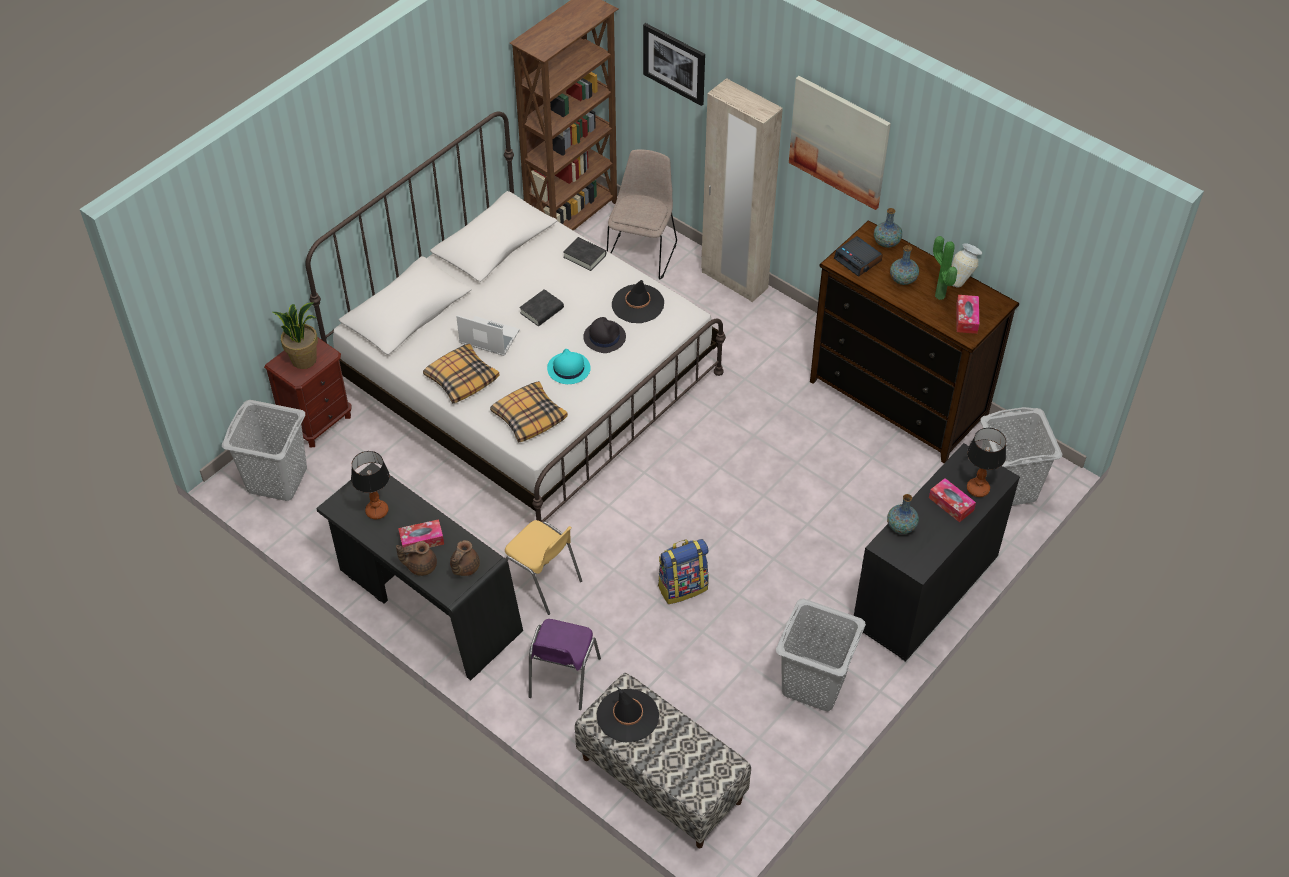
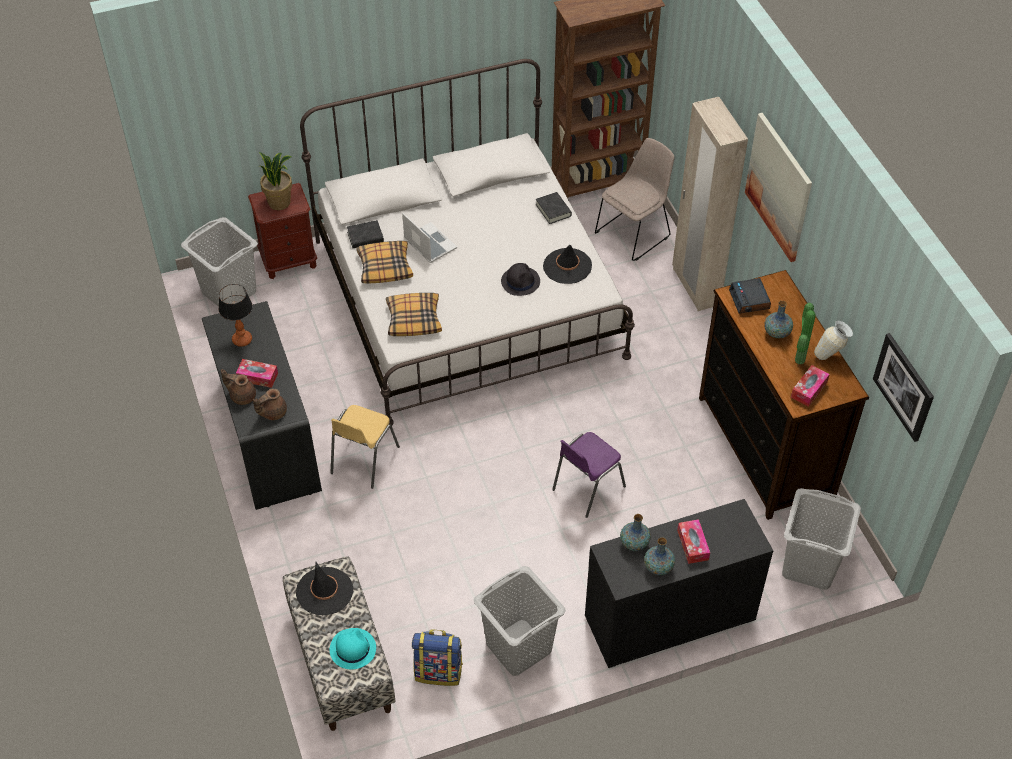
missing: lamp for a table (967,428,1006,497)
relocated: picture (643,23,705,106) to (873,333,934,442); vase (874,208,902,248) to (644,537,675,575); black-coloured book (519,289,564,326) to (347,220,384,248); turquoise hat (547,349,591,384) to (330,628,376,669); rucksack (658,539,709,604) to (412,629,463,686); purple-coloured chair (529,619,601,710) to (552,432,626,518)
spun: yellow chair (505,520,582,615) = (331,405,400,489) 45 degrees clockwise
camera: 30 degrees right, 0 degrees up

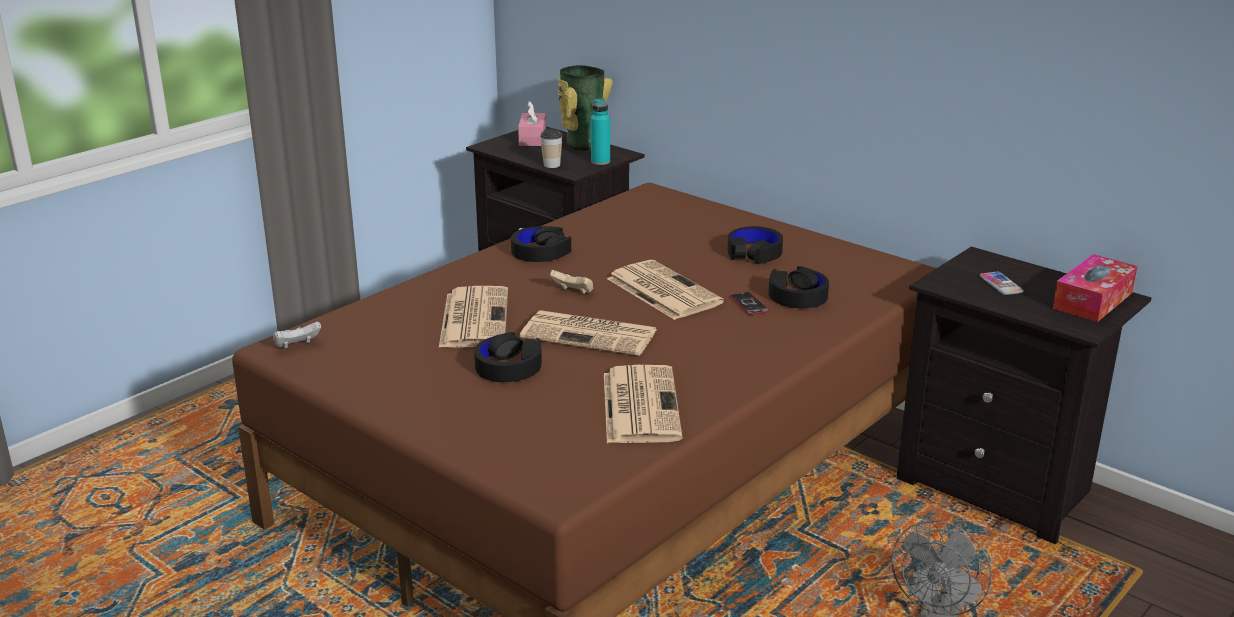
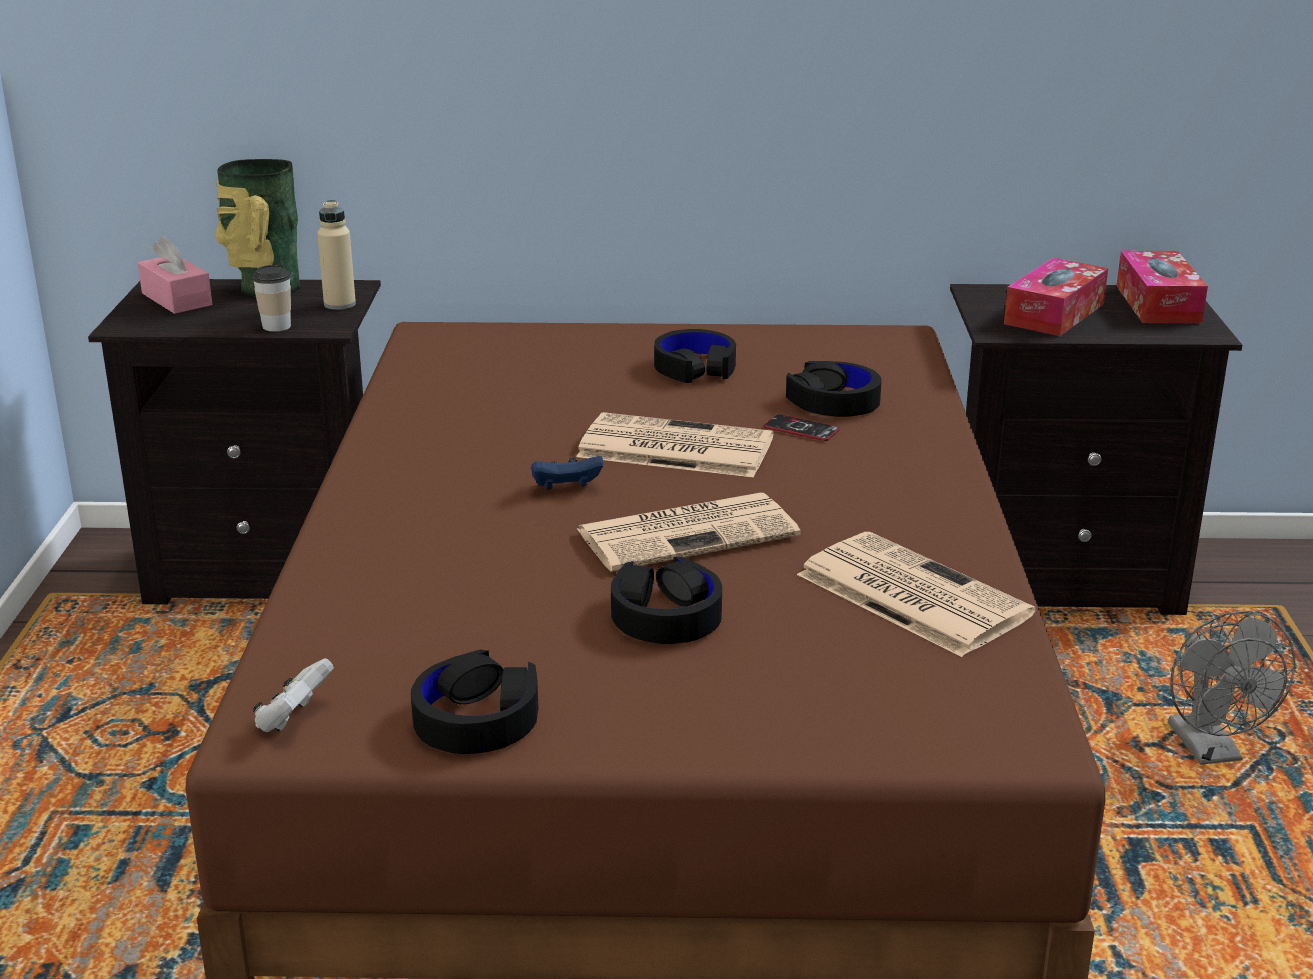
missing: printed paper (439,286,508,347)
relocated: black-coloured pair of headphones (511,226,571,262) to (411,650,538,754)
exchanged: handset (980,272,1024,295) to tissue holder (1004,258,1108,336)
colour: turquoise drink bottle (591,98,610,165) to beige-coloured drink bottle (317,200,356,310); beige-coloured joypad (550,270,593,294) to bluish joypad (531,456,603,490)
camera: 40 degrees left, 0 degrees up

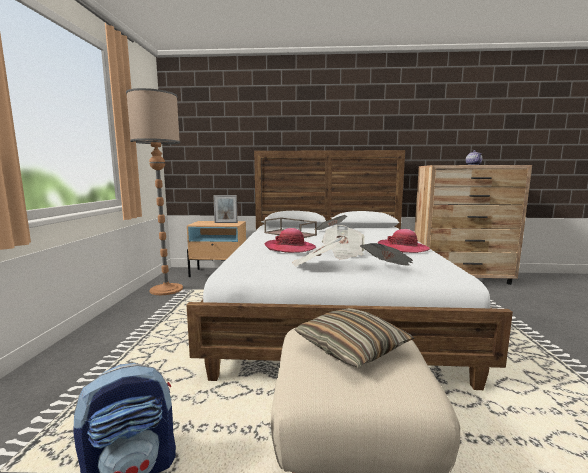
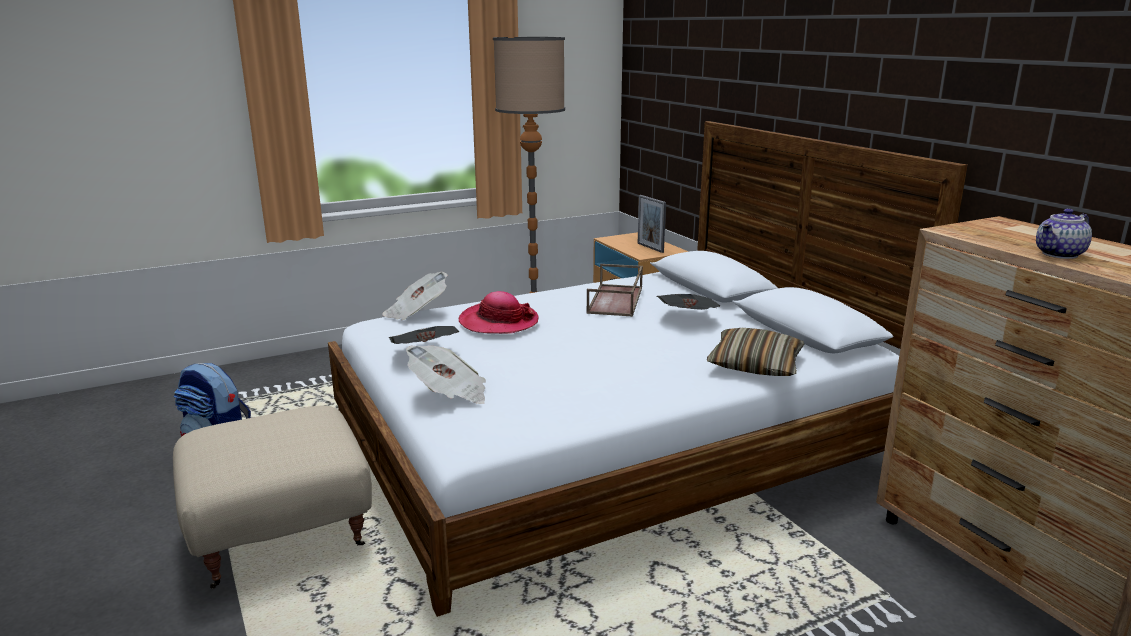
missing: hat (378,229,430,253)
relocated: printed paper (322,225,365,259) to (383,272,448,320); pillow (294,308,414,368) to (707,328,804,376)
camera: 60 degrees right, 10 degrees up

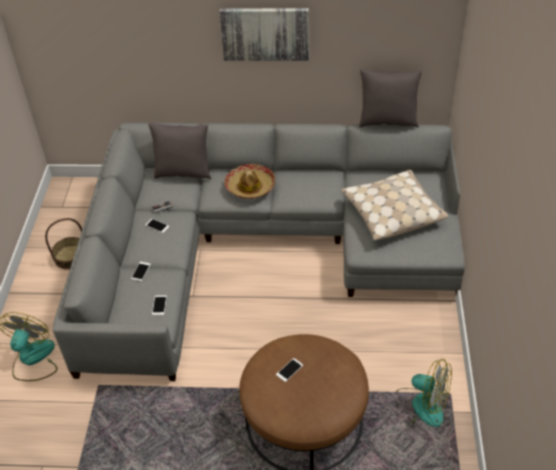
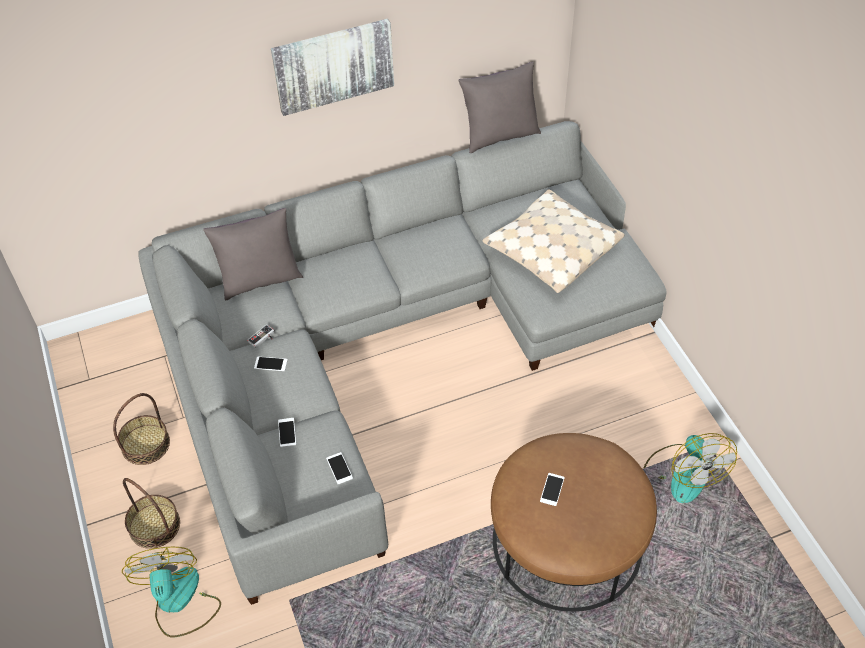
missing: hat (224,164,275,199)
appeared: household basket (123,478,180,549)
spun: electric fan (396,359,452,427) = (643,433,737,503) 75 degrees clockwise
camera: 25 degrees left, 5 degrees up

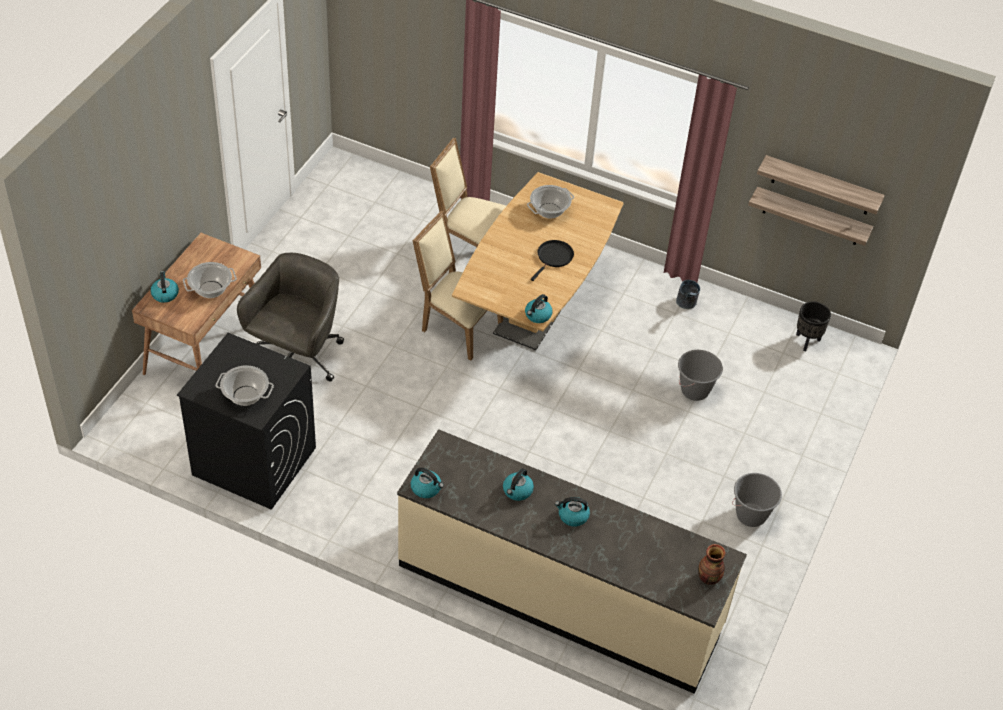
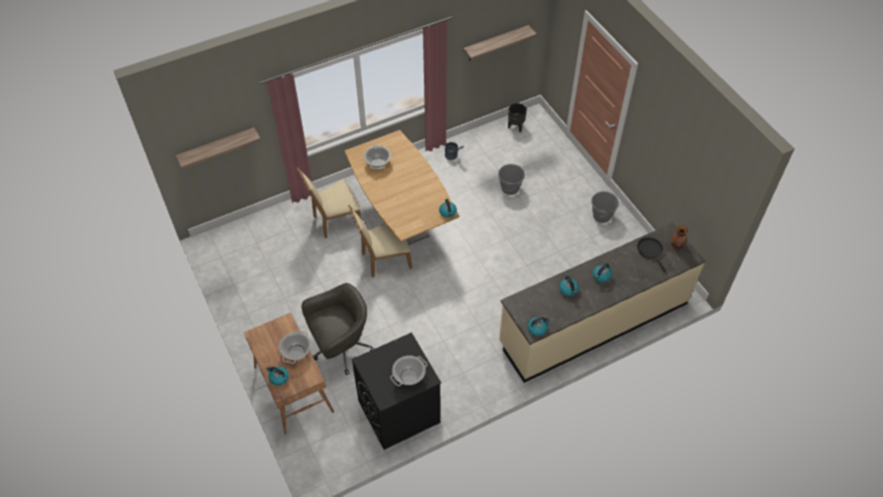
relocated: bracket shelf (748,187,873,246) to (176,128,261,169); black-coloured frying pan (531,240,574,281) to (637,237,666,273)
spun: gray office chair (237,253,344,382) = (301,283,374,375) 90 degrees clockwise
camera: 50 degrees left, 5 degrees up

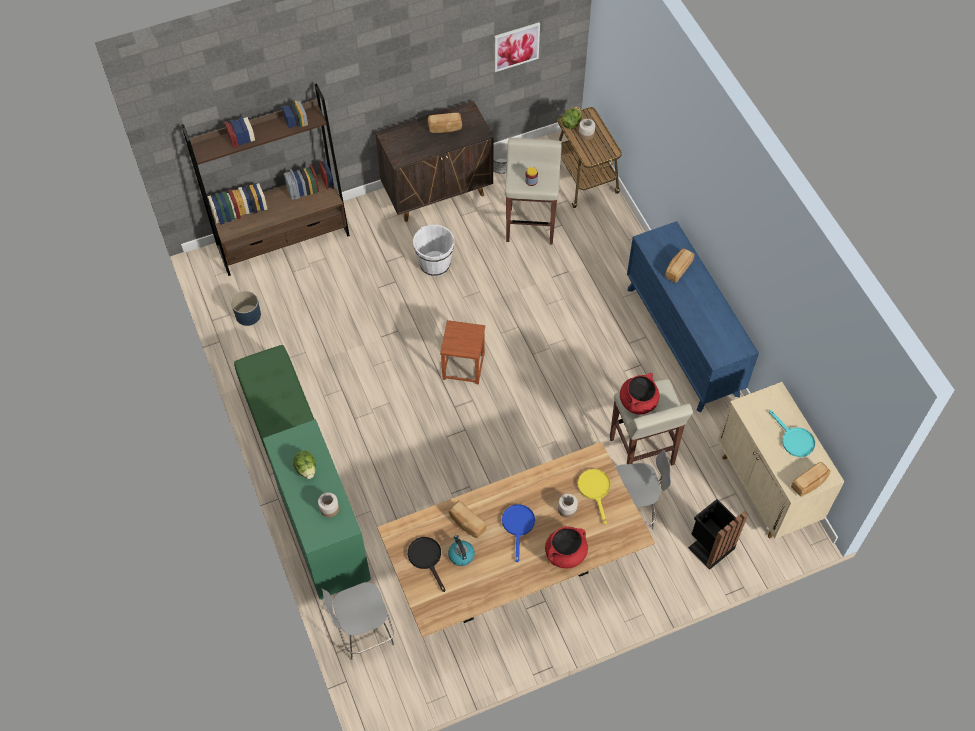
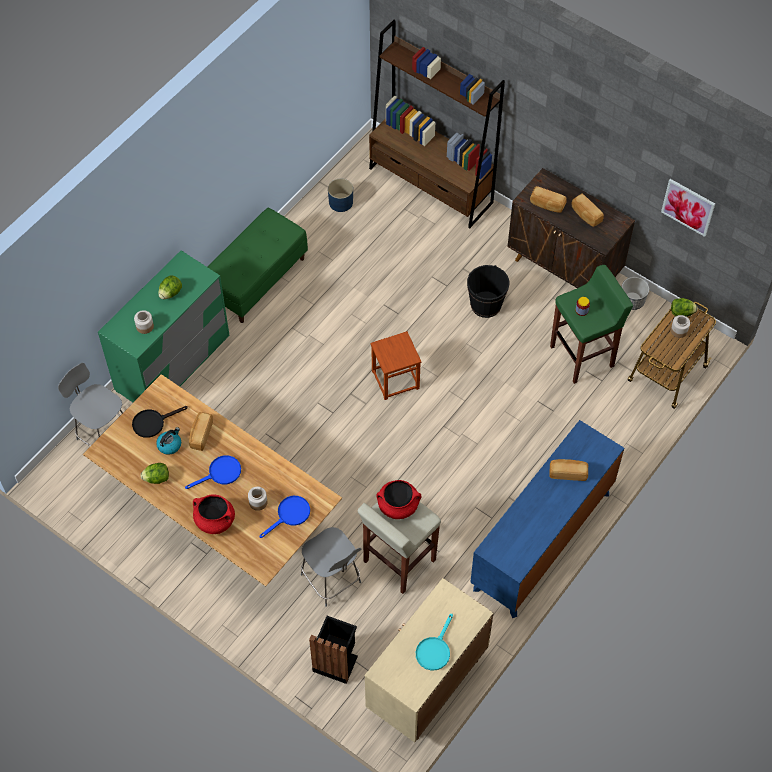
appeared: head of lettuce (141,463,169,484)
relocated: baked bread (791,462,830,497) to (530,186,567,213)
colour: beige-coloured stool (505,138,562,245) to green stool (550,265,633,384); white-coloured bucket (413,225,454,276) to black-coloured bucket (467,265,509,318); yellow frying pan (578,469,611,525) to bluish frying pan (260,496,310,538)
spun: black-coloured frying pan (408,537,445,592) = (132,406,188,438) 150 degrees counterclockwise
camera: 60 degrees right, 0 degrees up

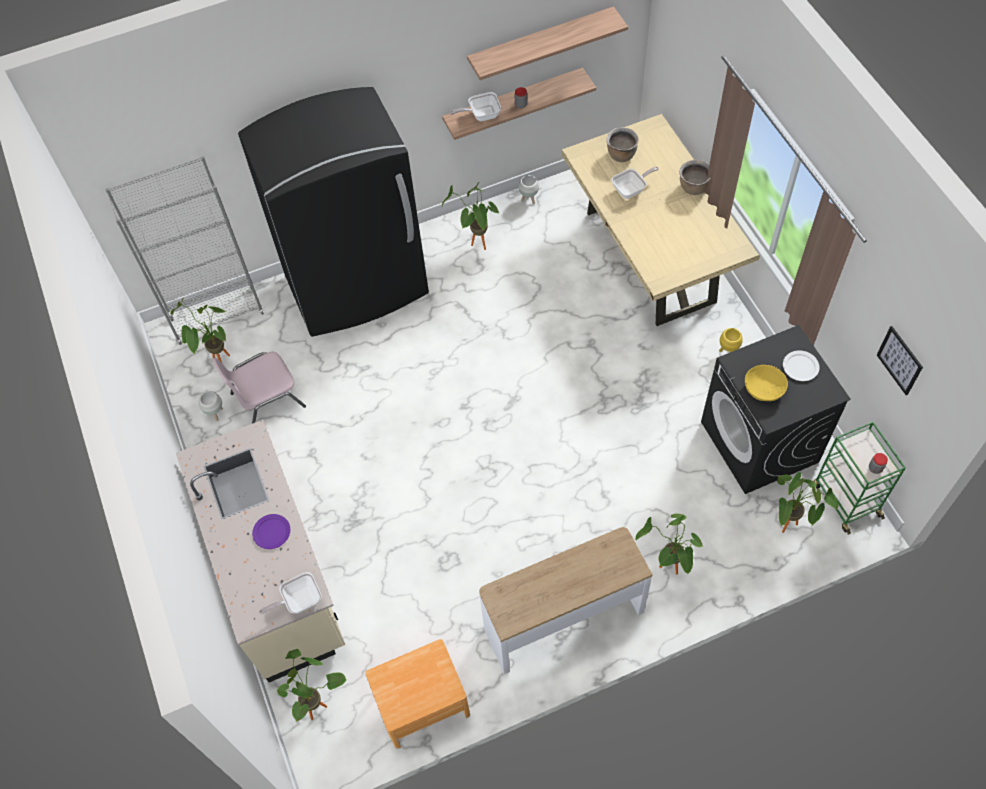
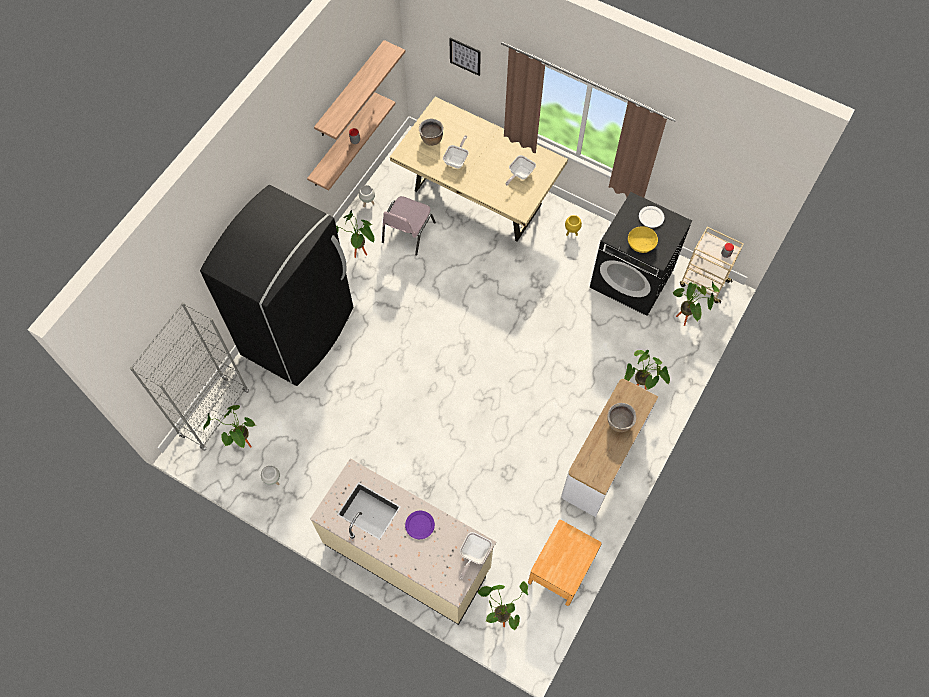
relocated: frying pan (450,92,501,121) to (505,155,536,186); brownish cooking pot (679,160,710,195) to (607,403,636,432); picture (877,326,923,395) to (449,38,481,76); pink chair (212,352,306,423) to (382,196,436,256)
colour: green cart (814,421,906,535) to beige-coloured cart (680,227,744,304)
camera: 40 degrees left, 5 degrees up

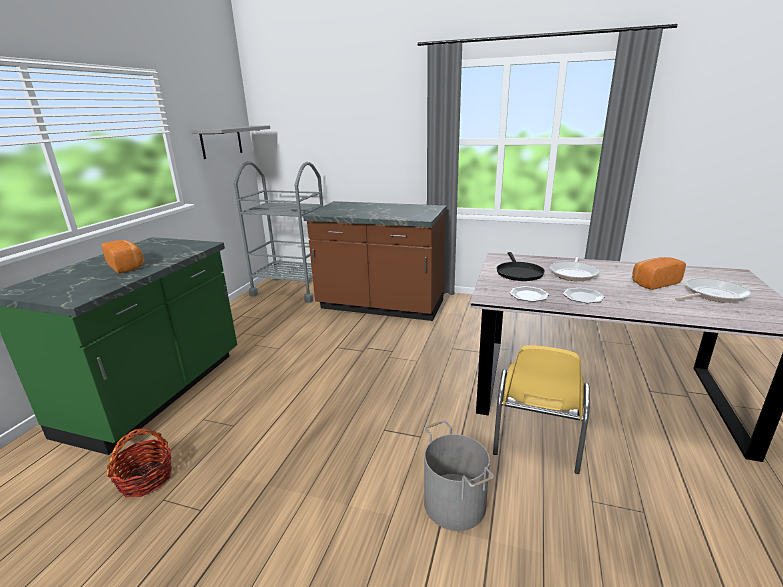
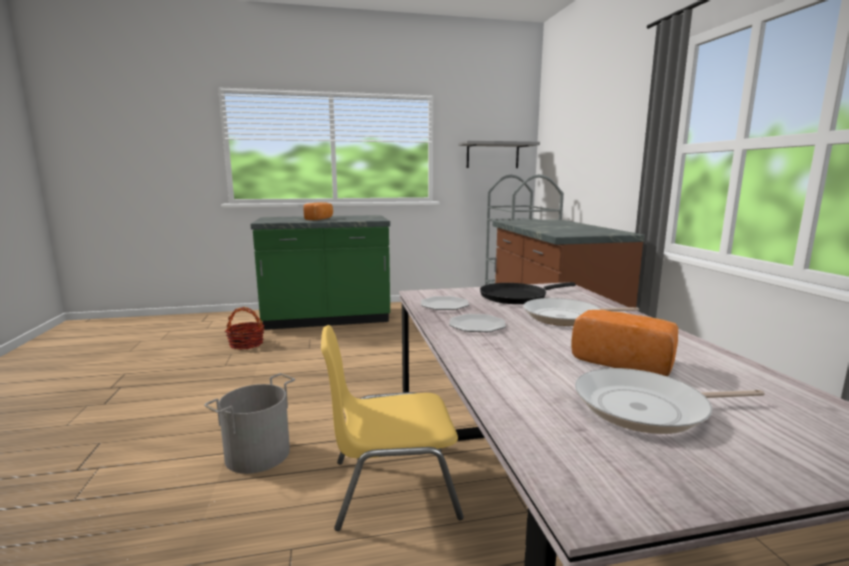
spun: frying pan (675,278,751,303) = (575,368,765,434) 135 degrees clockwise
camera: 60 degrees right, 10 degrees down

